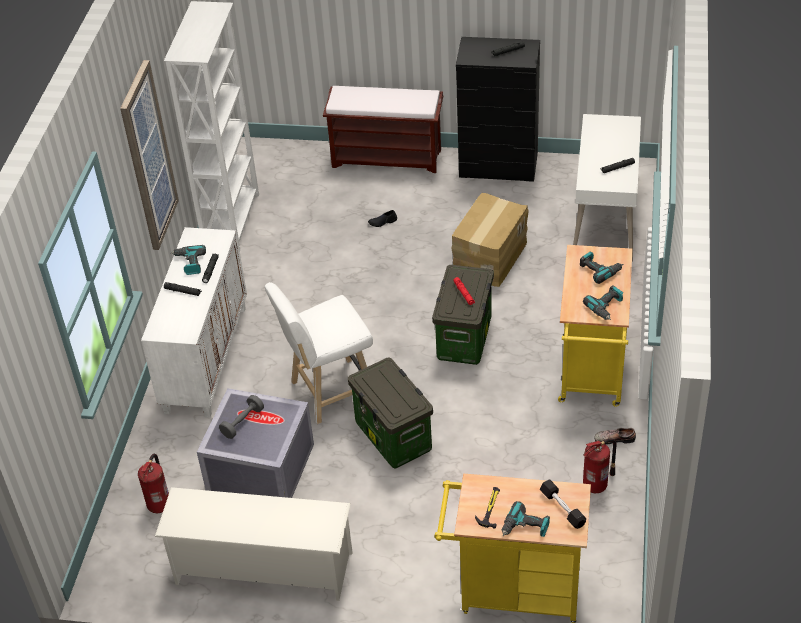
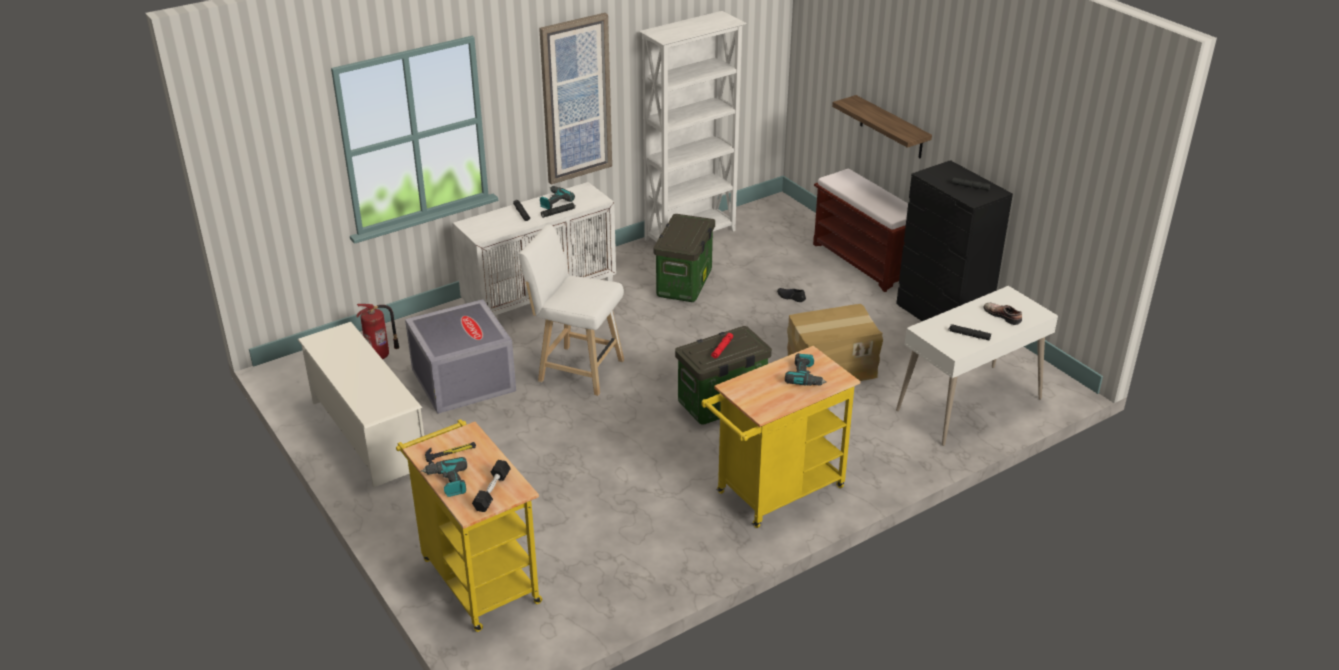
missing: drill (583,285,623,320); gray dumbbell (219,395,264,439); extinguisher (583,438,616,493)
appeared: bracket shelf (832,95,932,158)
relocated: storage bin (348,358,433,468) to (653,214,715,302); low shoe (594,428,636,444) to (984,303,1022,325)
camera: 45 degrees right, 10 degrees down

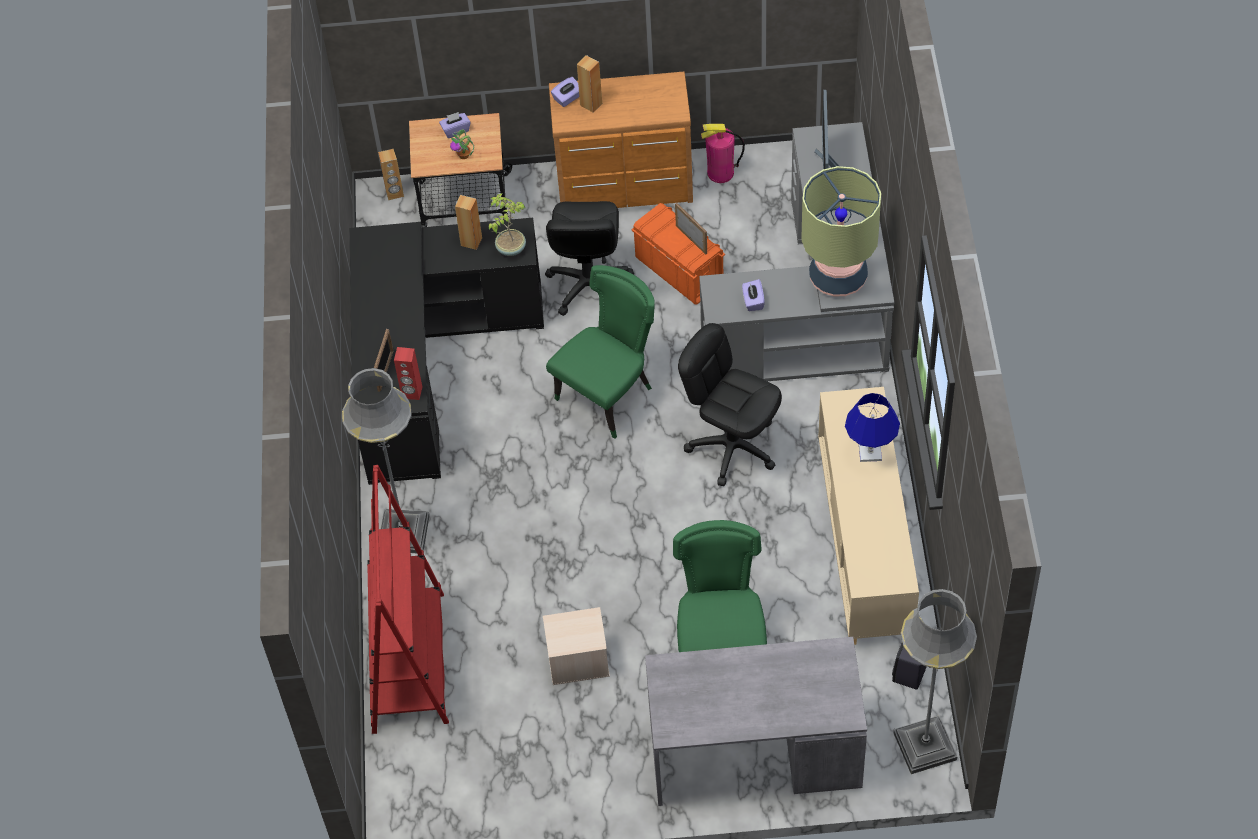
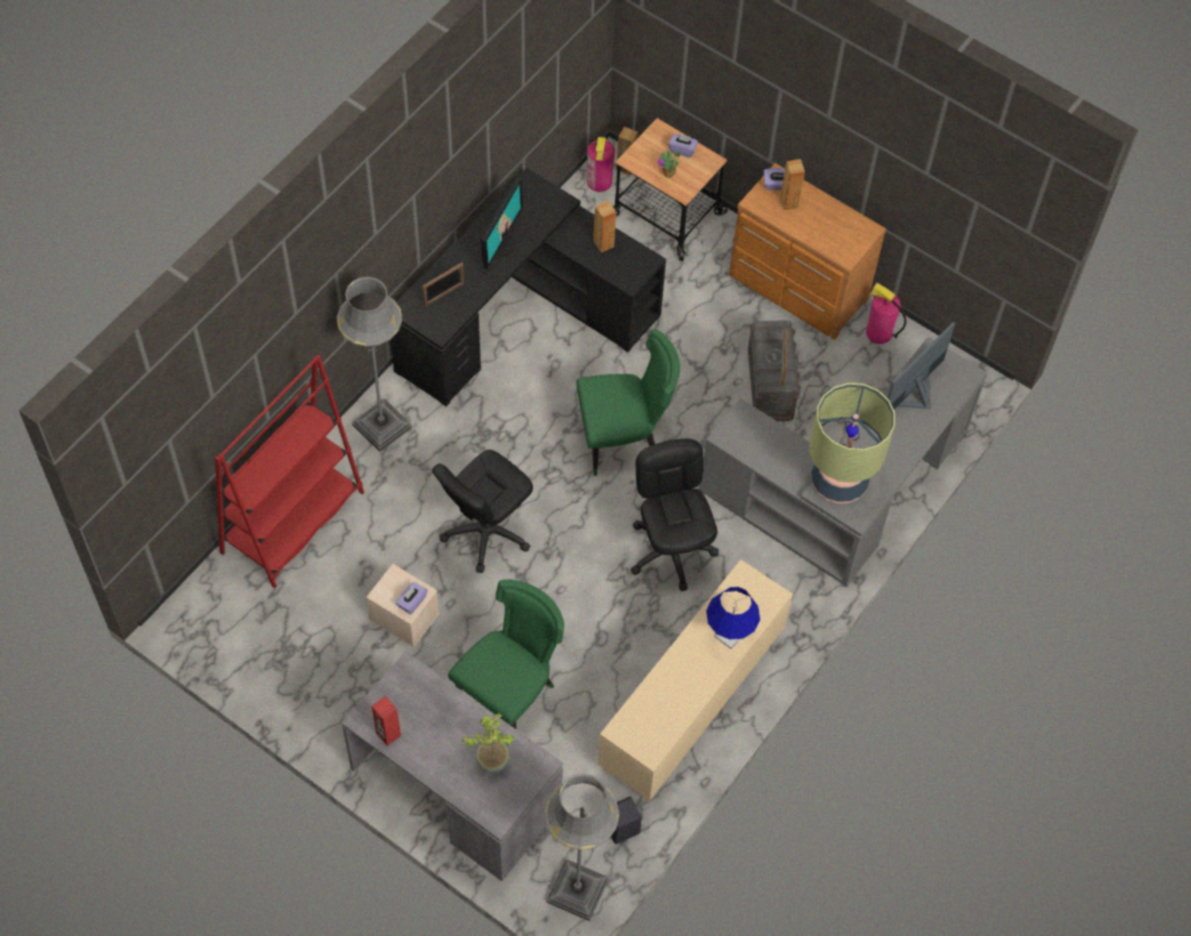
appeared: extinguisher (587,136,615,192); computer screen (480,178,523,269)
relocated: houseplant (488,193,526,256) to (462,713,514,772); black-coloured office chair (545,201,634,316) to (432,449,533,573); purple-coloured tissue holder (742,279,765,311) to (396,582,428,614); reddish loudspeaker (394,347,422,400) to (372,696,401,746)
colour: orange-coloured storage bin (631,203,725,305) to gray storage bin (748,320,801,421)
camera: 35 degrees right, 5 degrees up

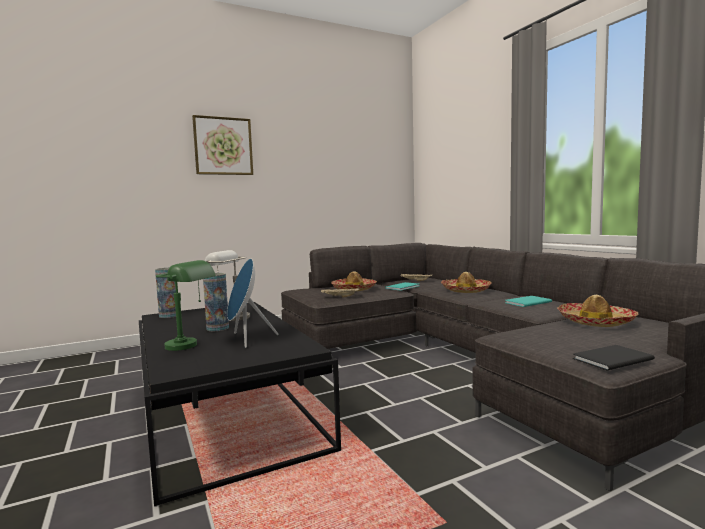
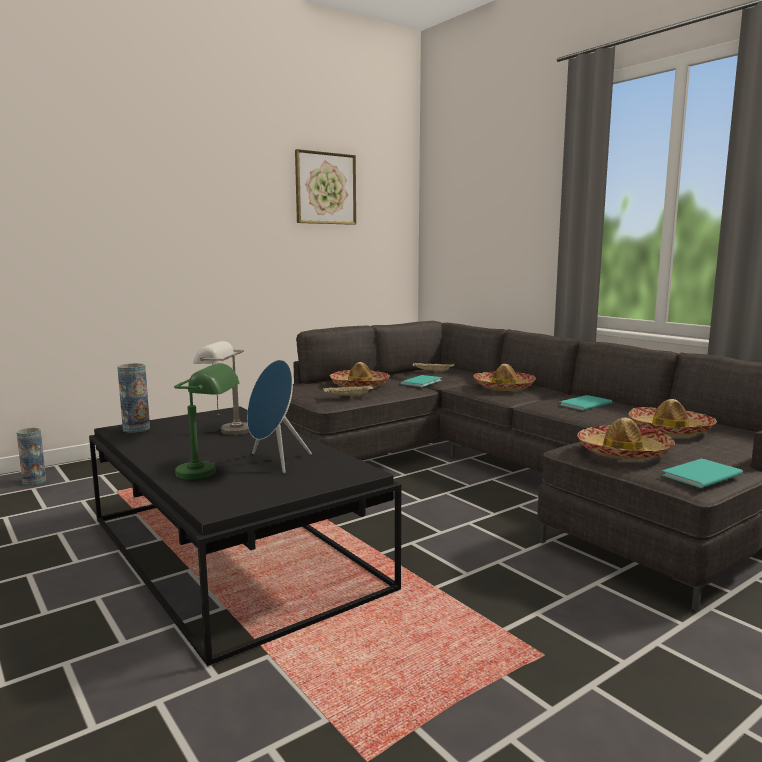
appeared: hat (577,418,675,460)
relocated: picture (192,115,253,175) to (295,149,356,225); vase (203,273,229,331) to (16,428,46,485)
colour: black-coloured book (573,345,655,370) to turquoise book (662,459,743,488)
camera: 10 degrees left, 5 degrees up

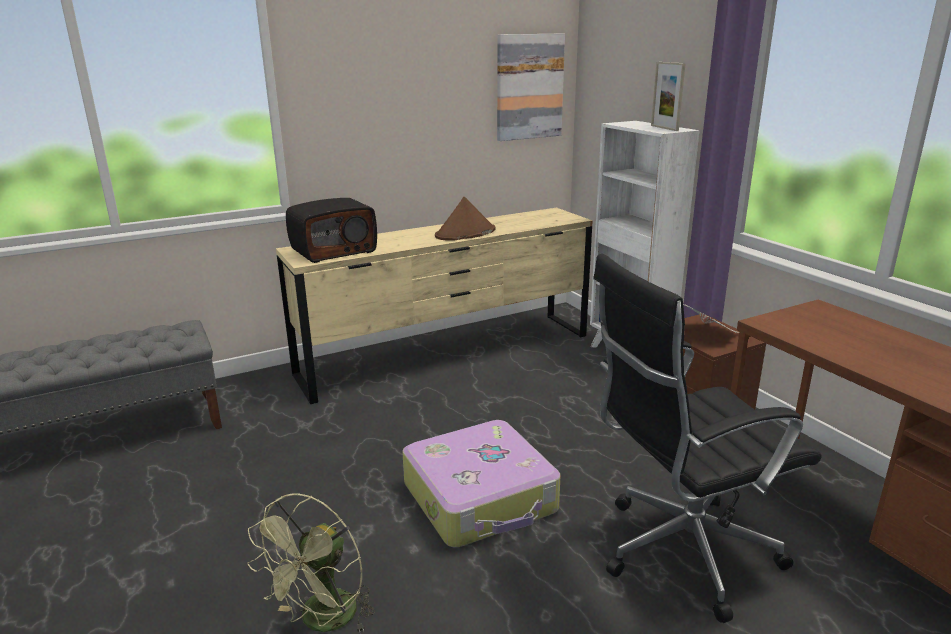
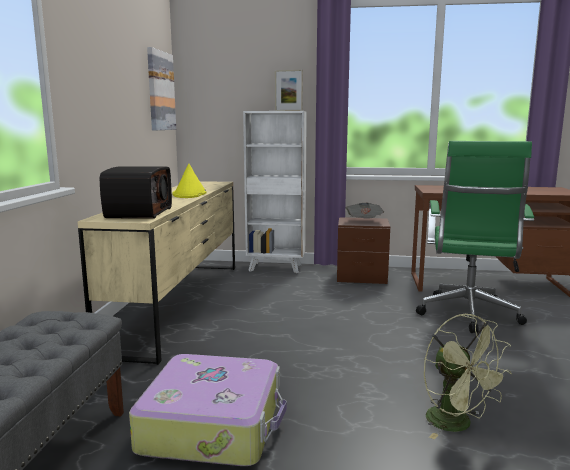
relocated: piece of luggage (402,420,560,548) to (129,354,287,466)
colour: brownish hat (435,197,496,241) to yellow hat (173,164,207,198); black-coloured office chair (593,253,822,623) to green office chair (416,141,534,333)
camera: 55 degrees left, 10 degrees down

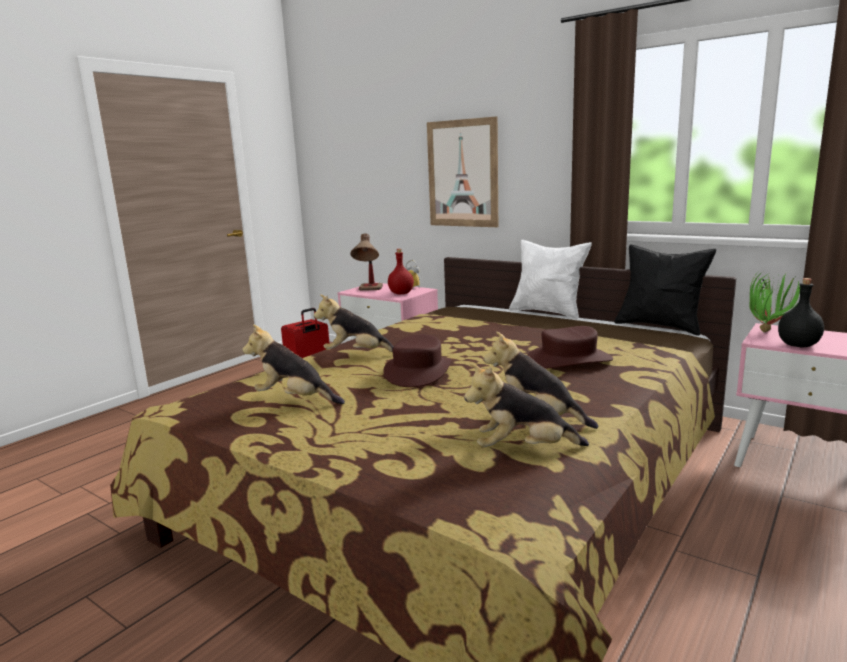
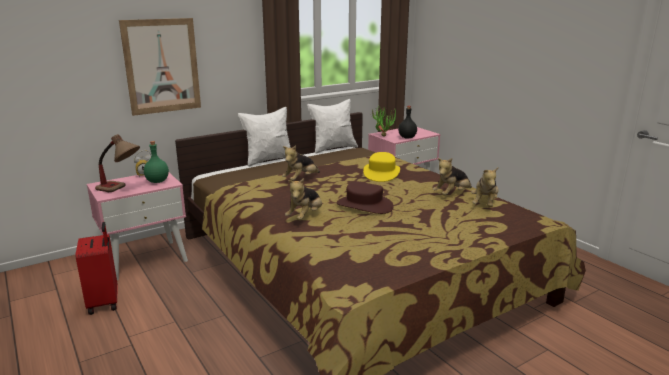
relocated: soft toy (242,324,345,404) to (282,145,320,181)
colour: black-coloured pillow (614,245,716,336) to white-coloured pillow (307,99,358,154); reddish drink bottle (388,249,414,294) to green drink bottle (144,141,169,183); brownish hat (527,326,613,369) to yellow hat (363,152,400,182)
camera: 70 degrees left, 5 degrees up

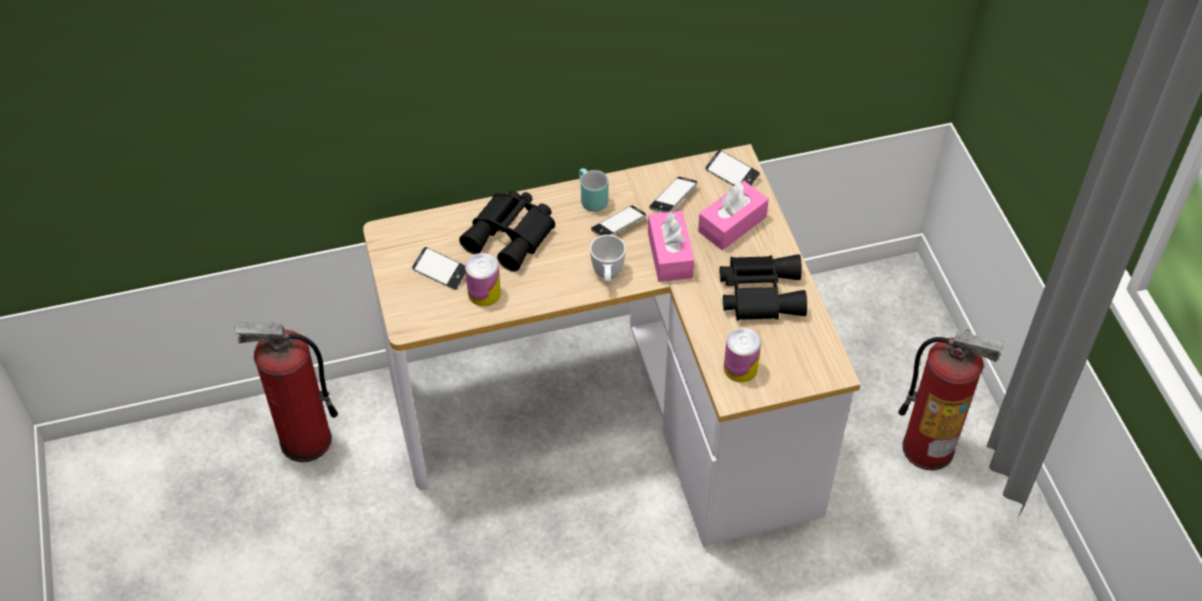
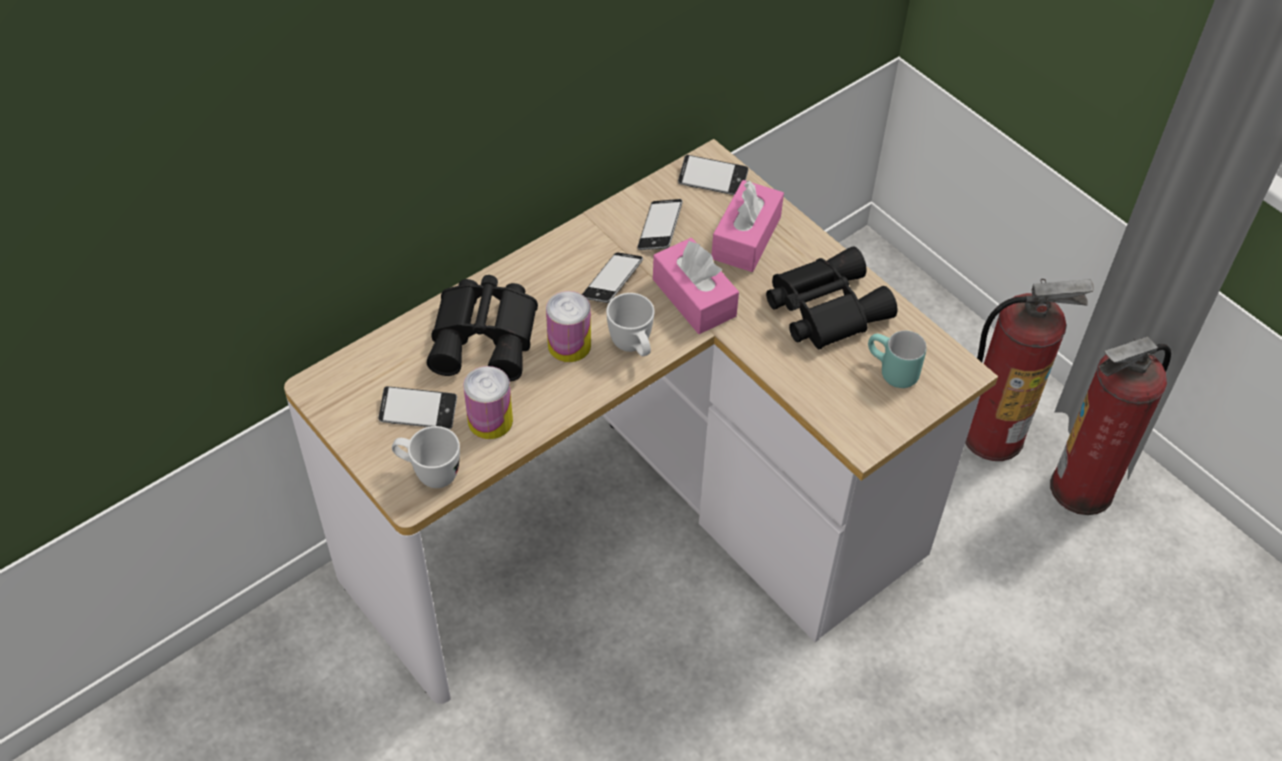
appeared: white-coloured tea mug (392,426,460,488)
relocated: turquoise tea mug (579,168,608,212) to (868,331,927,388); extinguisher (234,322,338,462) to (1050,336,1171,515); sealed can (724,328,761,382) to (546,291,591,362)
camera: 25 degrees left, 0 degrees up

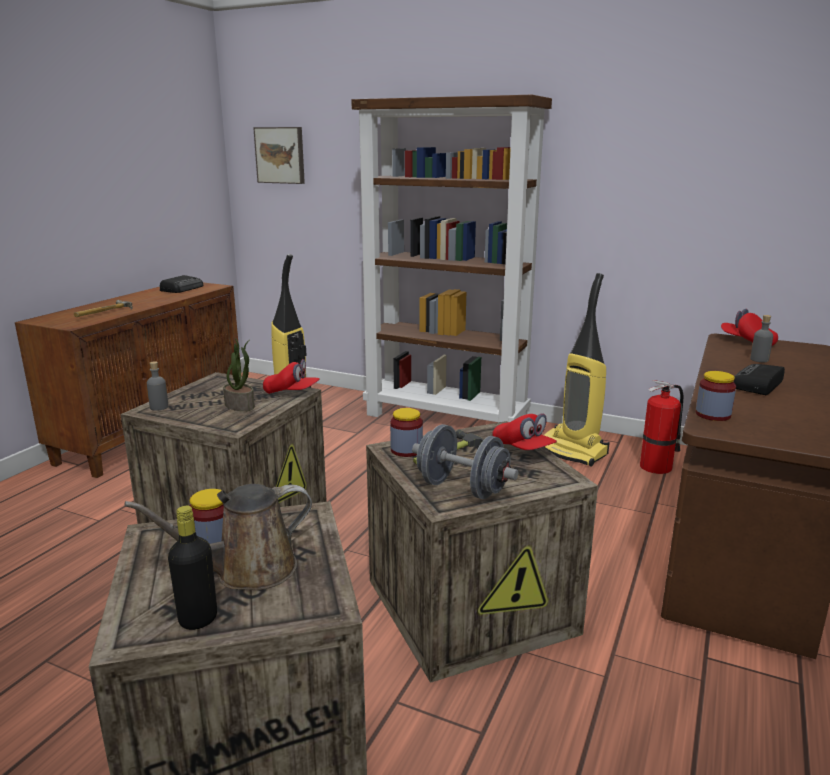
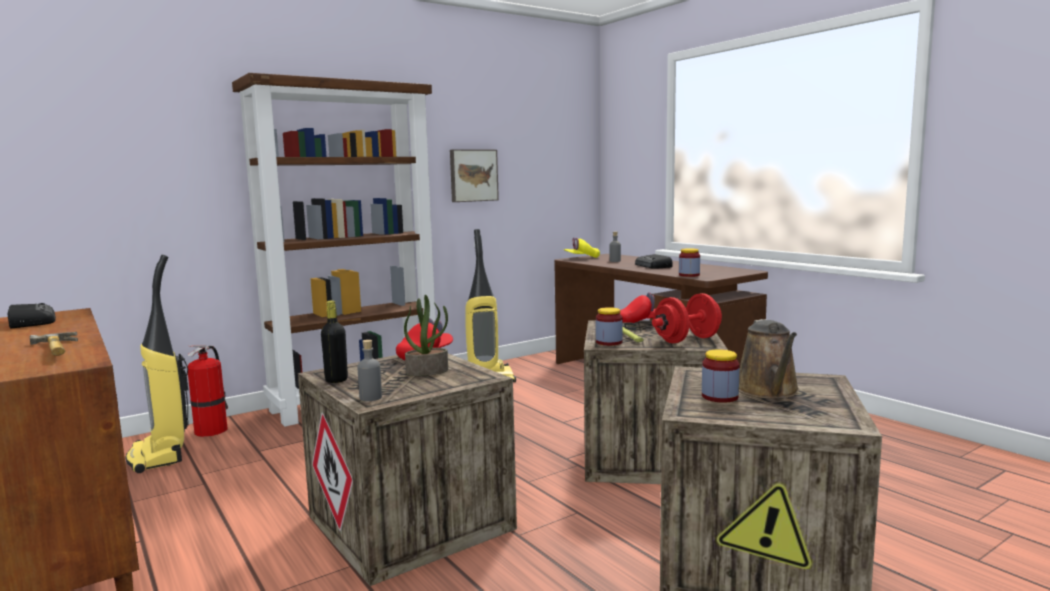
relocated: picture (253,127,305,184) to (450,149,499,202); extinguisher (640,380,684,474) to (187,345,228,437); black-coloured drink bottle (168,506,217,630) to (321,300,348,383)
colour: reddish baseball cap (721,309,778,346) to yellow baseball cap (564,237,600,258); gray dumbbell (412,424,518,499) to reddish dumbbell (652,293,722,343)
camera: 60 degrees left, 10 degrees down

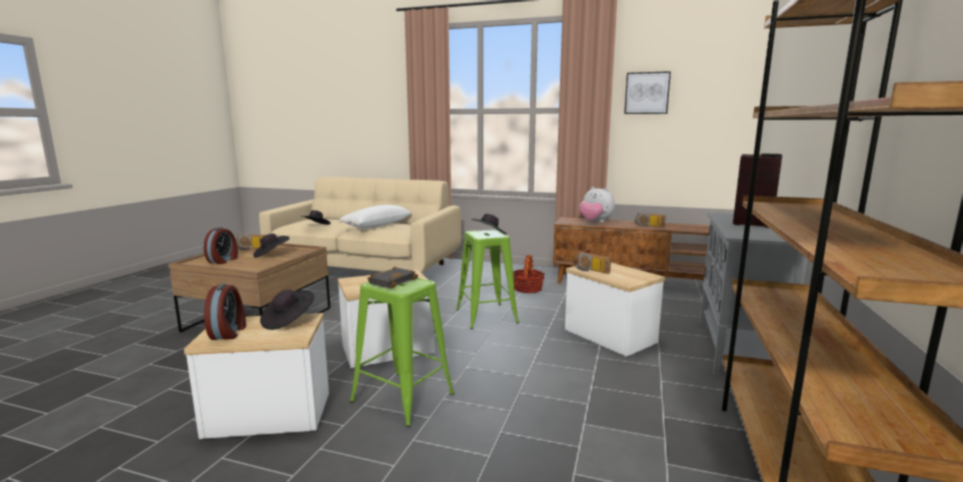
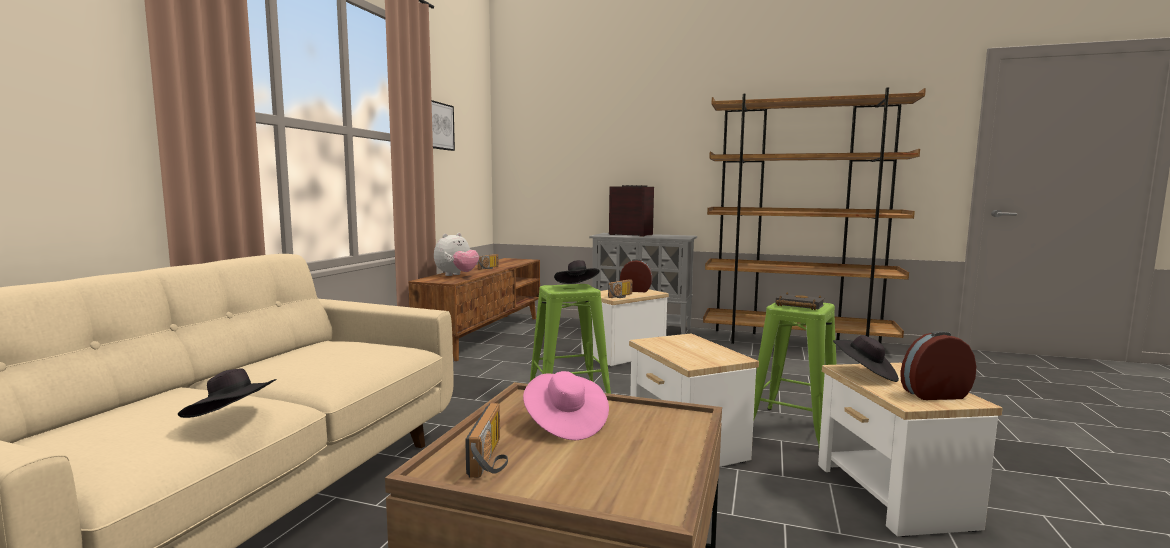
missing: white-coloured pillow (339,205,412,229); household basket (513,255,545,293)
relocated: alarm clock (204,227,238,264) to (620,259,652,292)
colour: black-coloured hat (253,233,290,258) to pink hat (523,371,609,440)
camera: 90 degrees left, 5 degrees down

